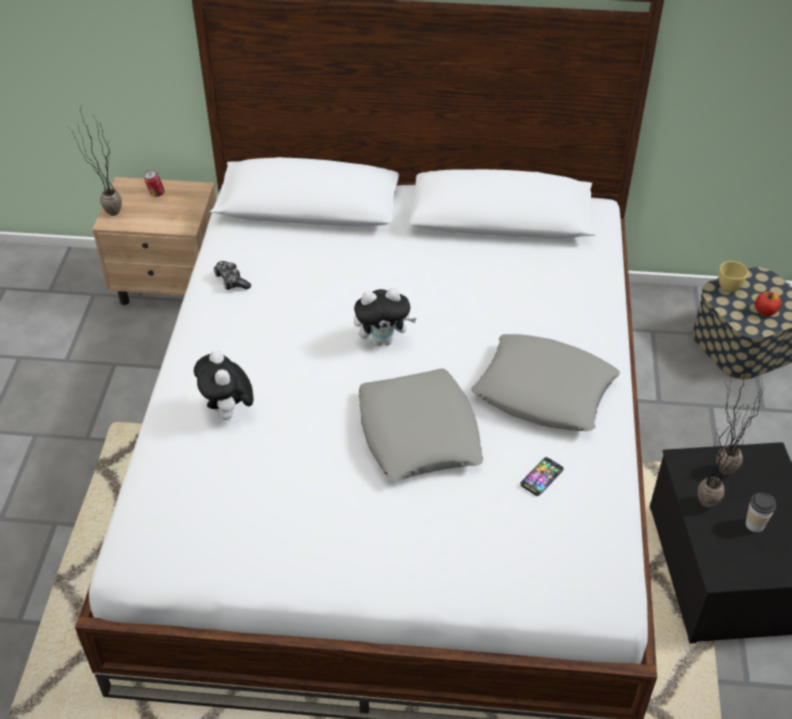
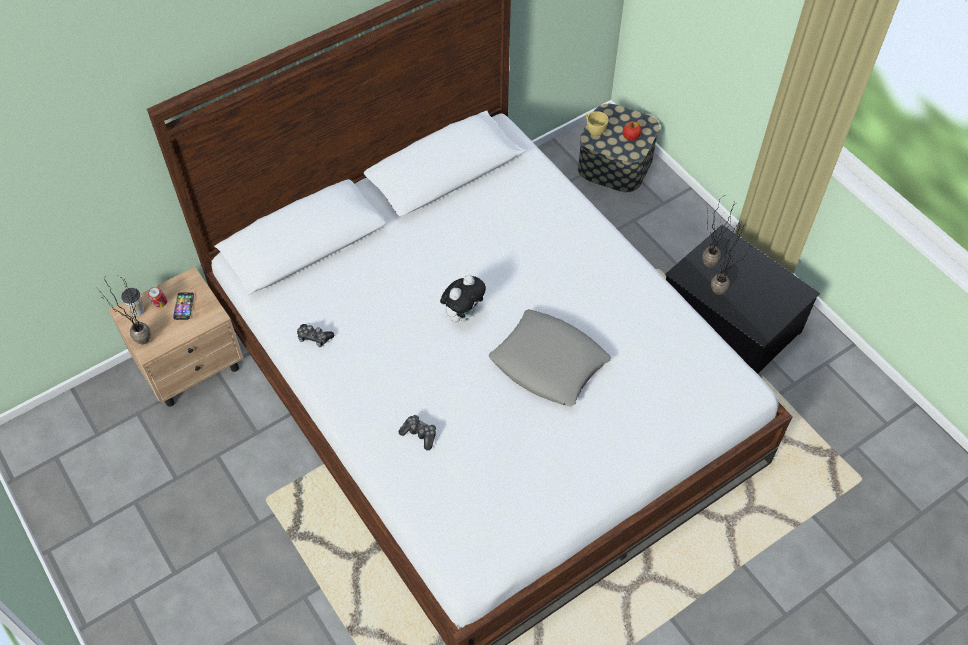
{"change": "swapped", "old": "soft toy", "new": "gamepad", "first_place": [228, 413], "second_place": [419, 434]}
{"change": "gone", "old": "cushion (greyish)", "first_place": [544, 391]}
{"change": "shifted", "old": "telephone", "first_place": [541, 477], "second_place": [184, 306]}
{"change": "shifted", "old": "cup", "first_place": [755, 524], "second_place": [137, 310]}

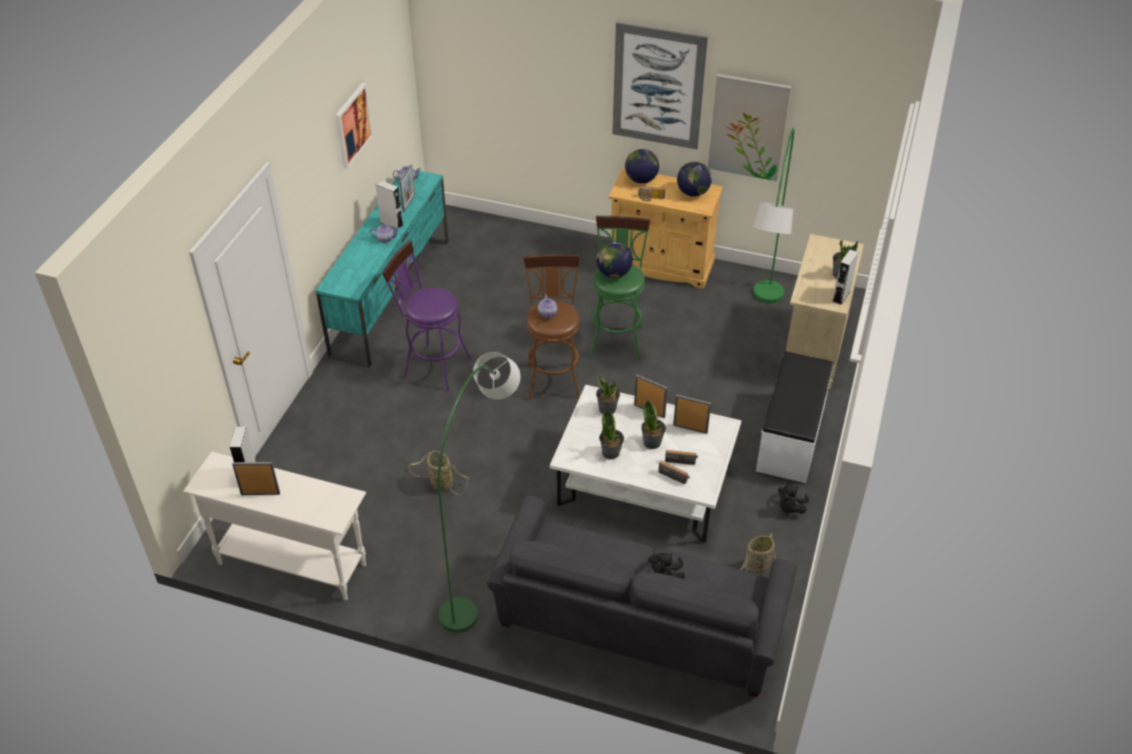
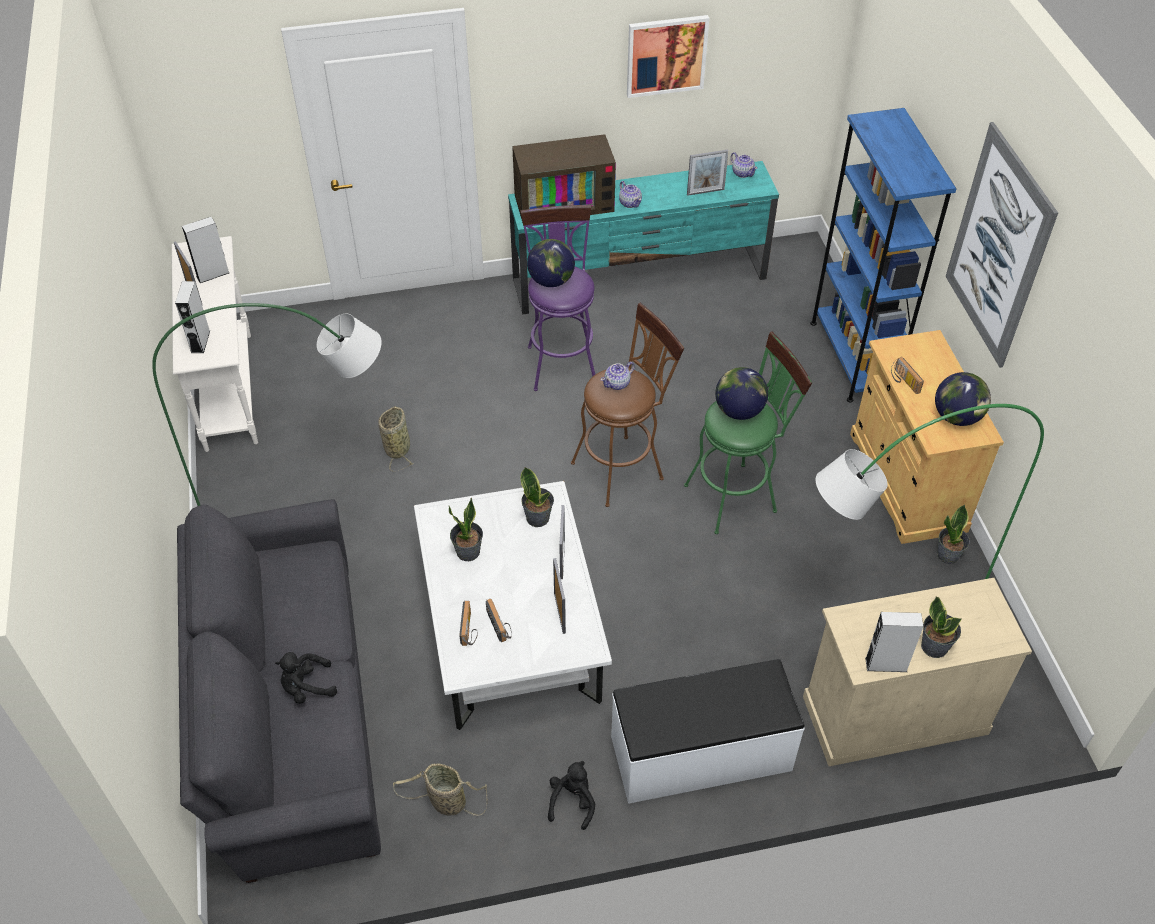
{"change": "shifted", "old": "loudspeaker (greyish)", "first_place": [391, 223], "second_place": [200, 341]}
{"change": "shifted", "old": "desk globe", "first_place": [641, 180], "second_place": [551, 281]}
{"change": "shifted", "old": "plant in a pot", "first_place": [652, 442], "second_place": [948, 555]}
{"change": "gone", "old": "wall art", "first_place": [748, 127]}
{"change": "rotated", "old": "soft toy (black)", "first_place": [790, 507], "second_place": [572, 801], "degrees": 105}
{"change": "new", "new": "TV set", "second_place": [564, 201]}
{"change": "new", "new": "bookshelf (bluish)", "second_place": [852, 357]}

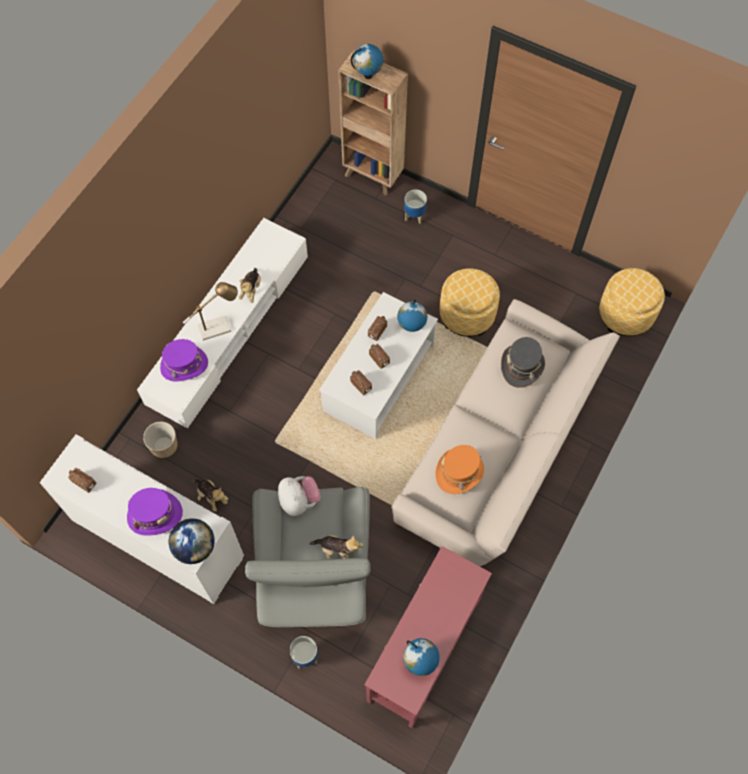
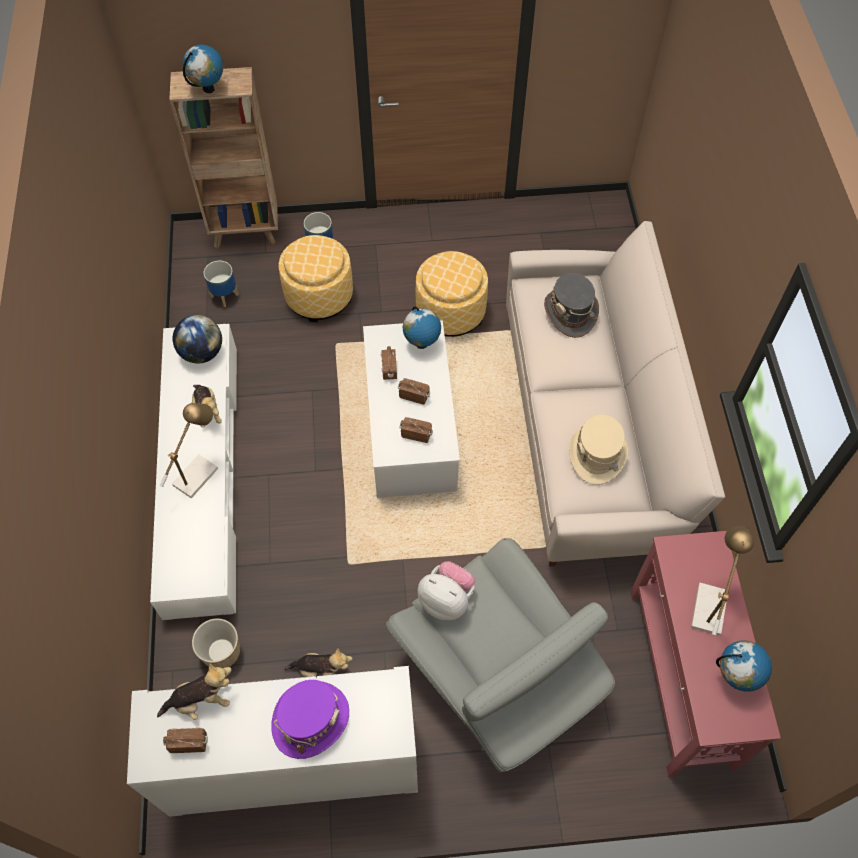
{"change": "gone", "old": "hat (purple)", "first_place": [184, 365]}
{"change": "shifted", "old": "desk globe", "first_place": [195, 547], "second_place": [202, 352]}
{"change": "shifted", "old": "plant pot", "first_place": [305, 657], "second_place": [225, 296]}
{"change": "shifted", "old": "soft toy", "first_place": [337, 551], "second_place": [201, 700]}
{"change": "repainted", "old": "hat (orange-coloured)", "new": "hat (beige-coloured)", "first_place": [459, 472], "second_place": [597, 455]}
{"change": "shifted", "old": "footrest", "first_place": [625, 314], "second_place": [319, 296]}
{"change": "new", "new": "lamp for a table", "second_place": [709, 602]}

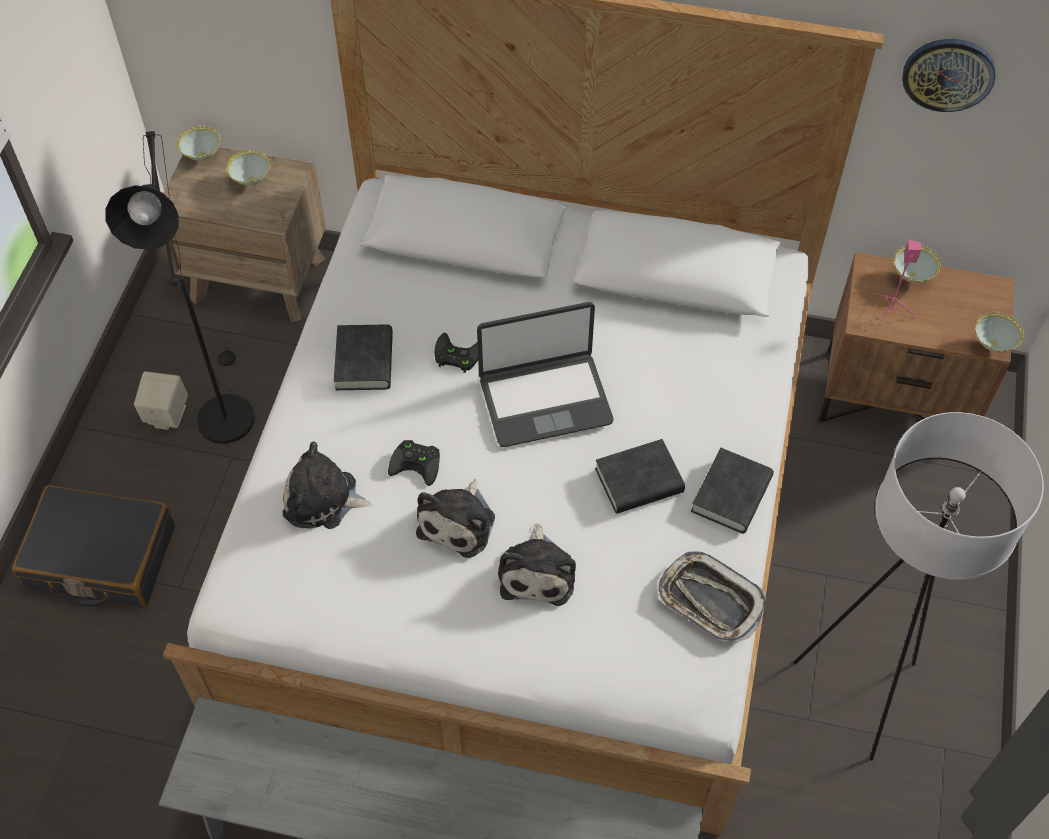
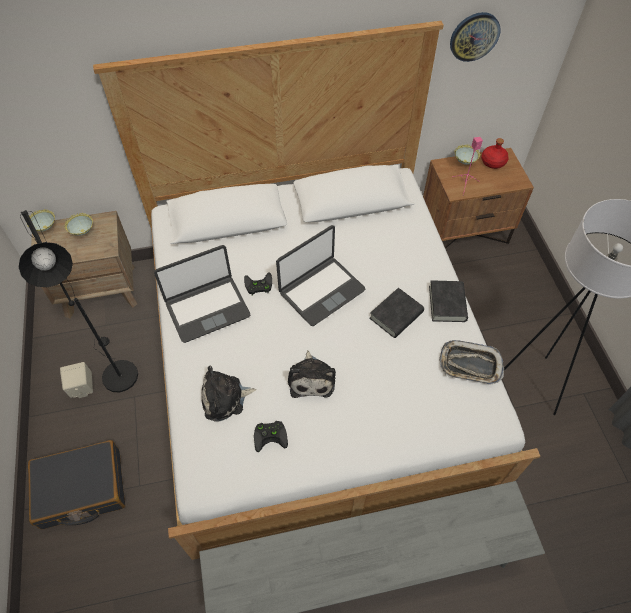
{"change": "swapped", "old": "book (black)", "new": "laptop", "first_place": [364, 362], "second_place": [207, 309]}
{"change": "shifted", "old": "gamepad (black)", "first_place": [418, 463], "second_place": [271, 435]}
{"change": "gone", "old": "soft toy", "first_place": [538, 572]}
{"change": "gone", "old": "bowl", "first_place": [992, 346]}
{"change": "new", "new": "drink bottle (red)", "second_place": [493, 162]}

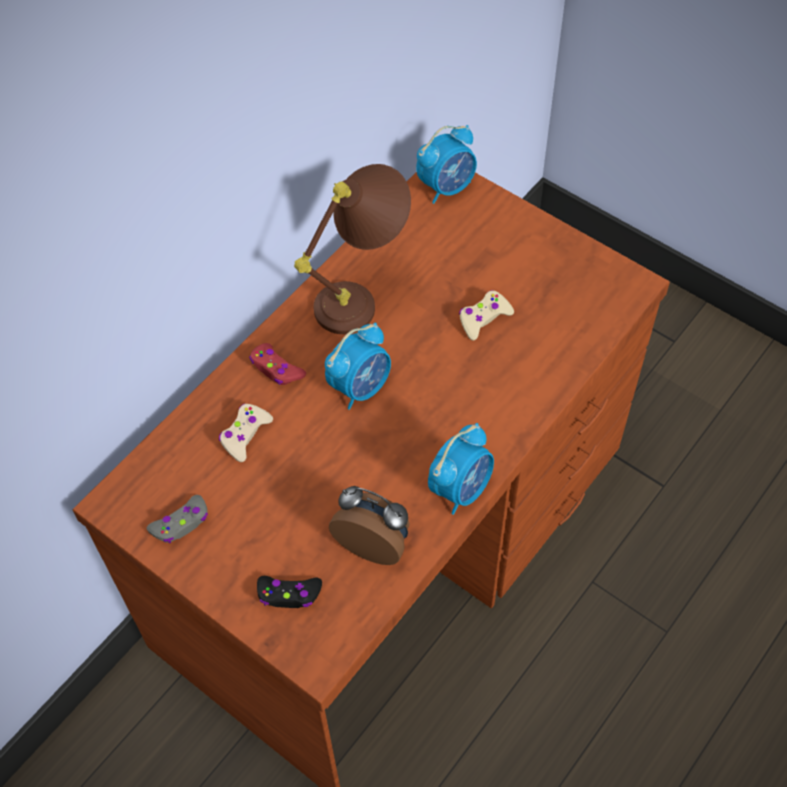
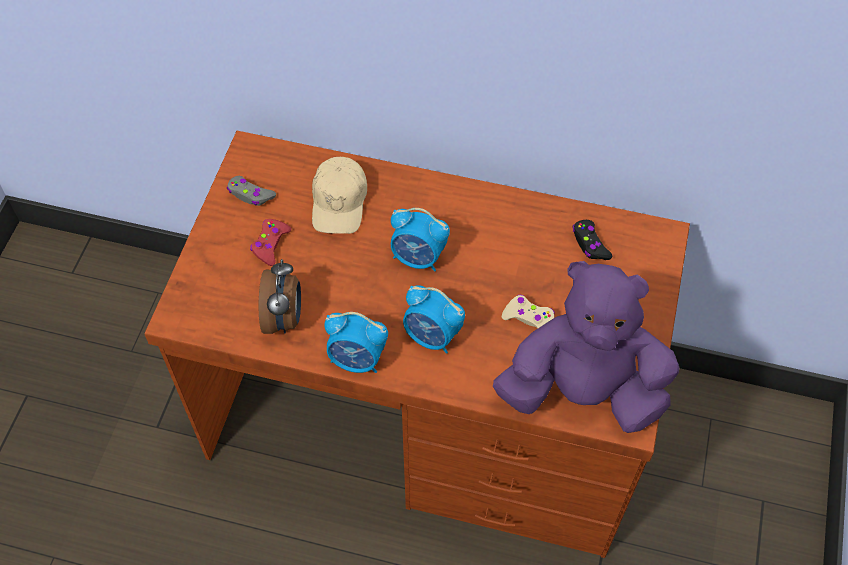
{"change": "swapped", "old": "gamepad (beige-coloured)", "new": "peaked cap (beige-coloured)", "first_place": [245, 435], "second_place": [339, 202]}
{"change": "shifted", "old": "gamepad (red)", "first_place": [276, 369], "second_place": [270, 245]}
{"change": "shifted", "old": "gamepad (black)", "first_place": [289, 594], "second_place": [590, 244]}
{"change": "gone", "old": "lamp for a table (brown)", "first_place": [363, 297]}
{"change": "shifted", "old": "table clock", "first_place": [447, 186], "second_place": [432, 336]}
{"change": "new", "new": "soft toy (purple)", "second_place": [583, 391]}

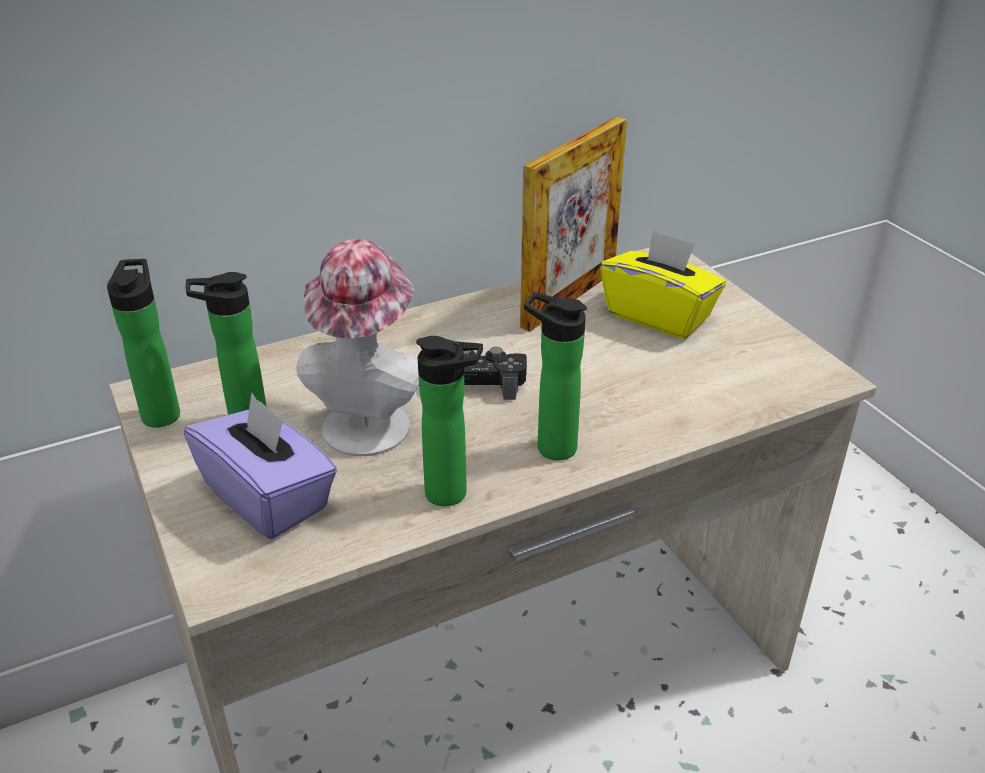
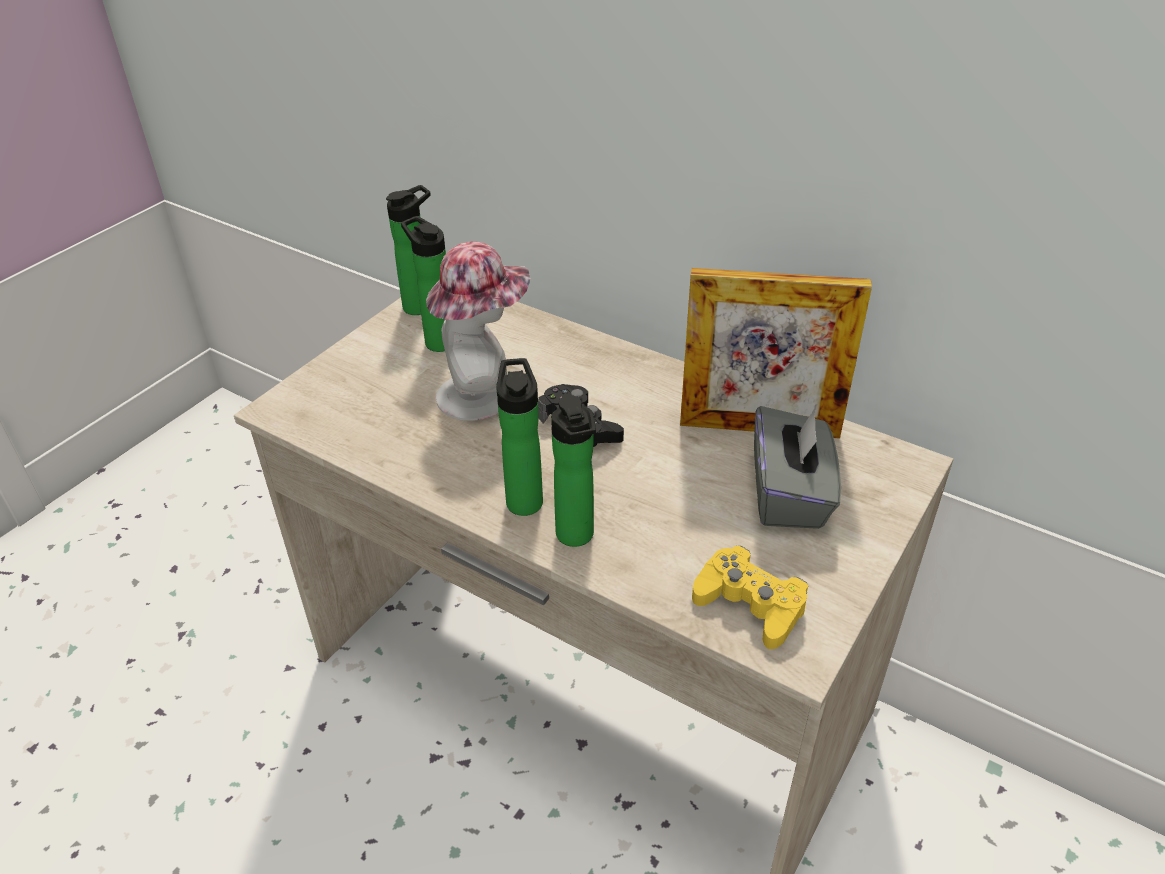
{"change": "gone", "old": "tissue holder (purple)", "first_place": [269, 497]}
{"change": "shifted", "old": "drink bottle", "first_place": [452, 494], "second_place": [576, 538]}
{"change": "repainted", "old": "tissue holder (yellow)", "new": "tissue holder (greyish)", "first_place": [659, 315], "second_place": [789, 494]}
{"change": "new", "new": "gamepad (yellow)", "second_place": [750, 604]}

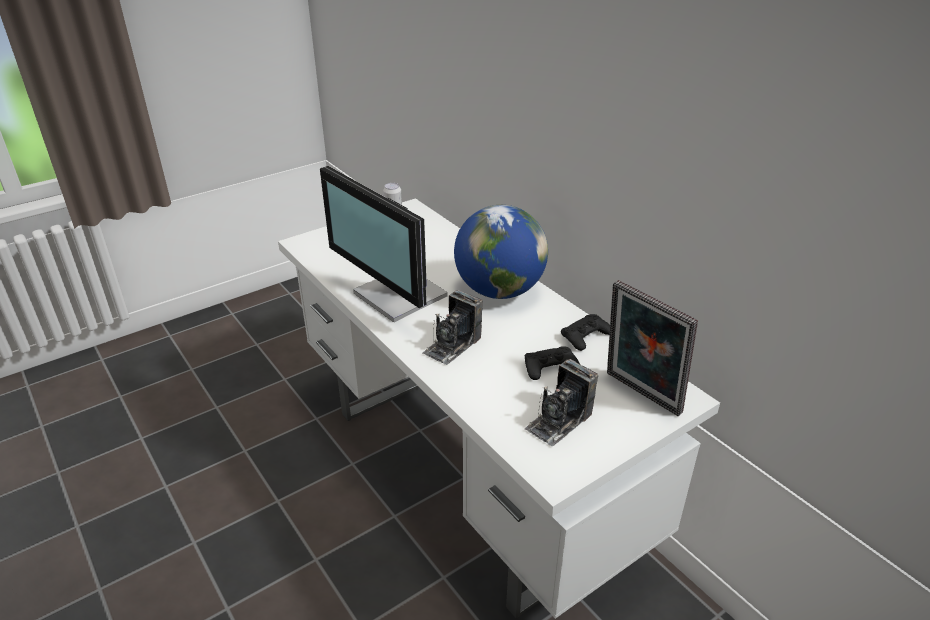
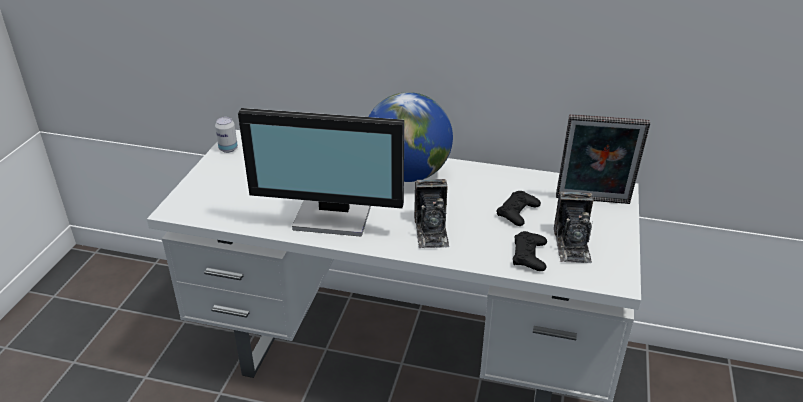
{"change": "shifted", "old": "gamepad (black)", "first_place": [585, 336], "second_place": [529, 255]}

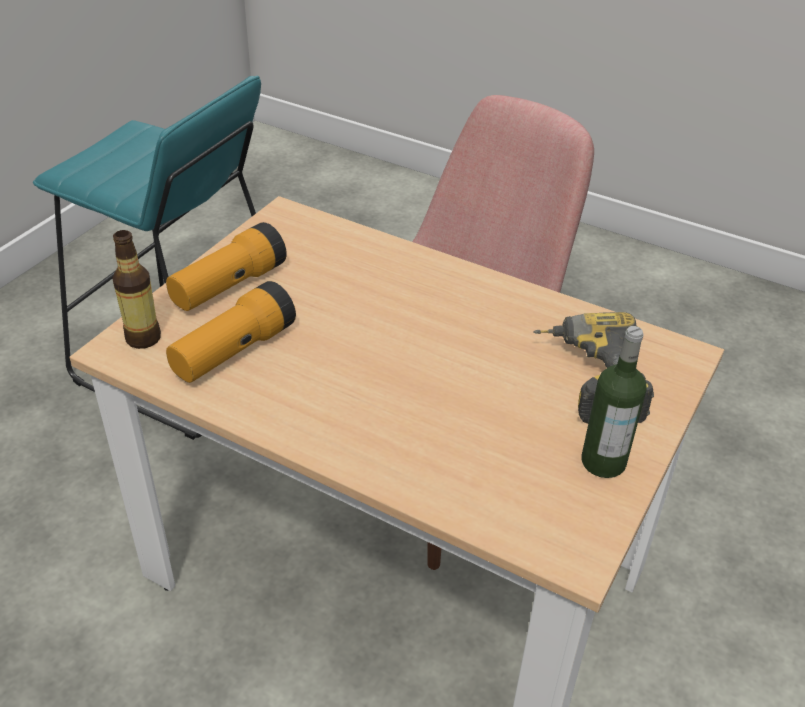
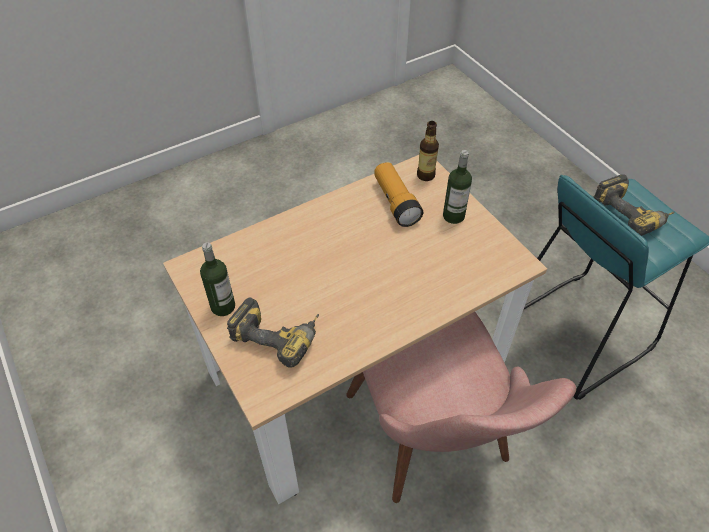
{"change": "swapped", "old": "torch", "new": "drink bottle", "first_place": [229, 286], "second_place": [453, 216]}
{"change": "new", "new": "drill", "second_place": [632, 213]}

